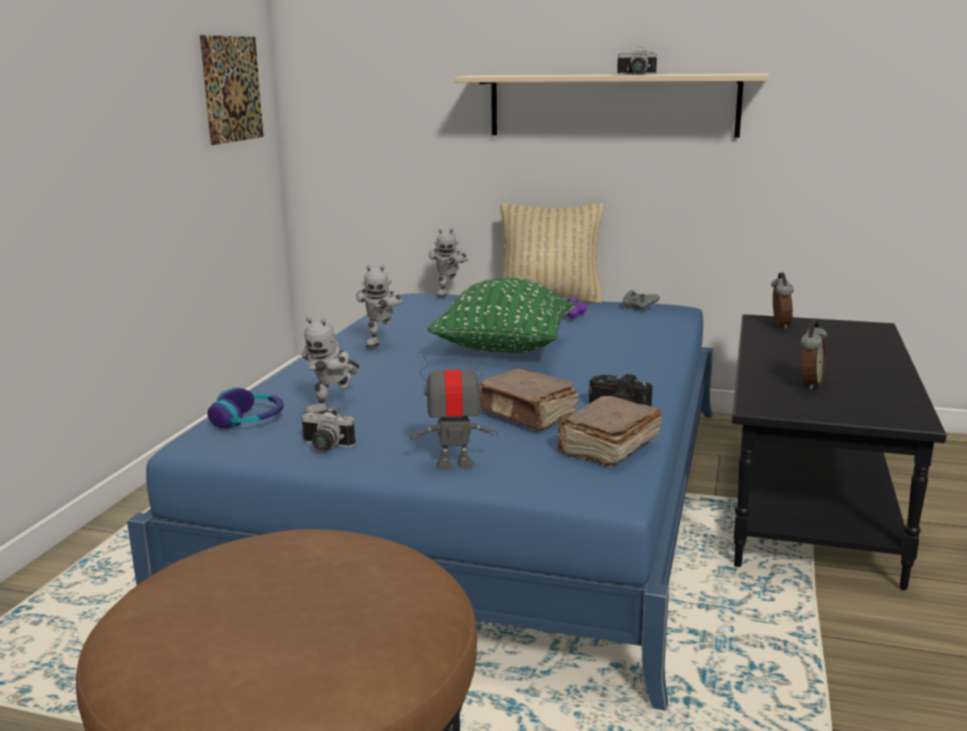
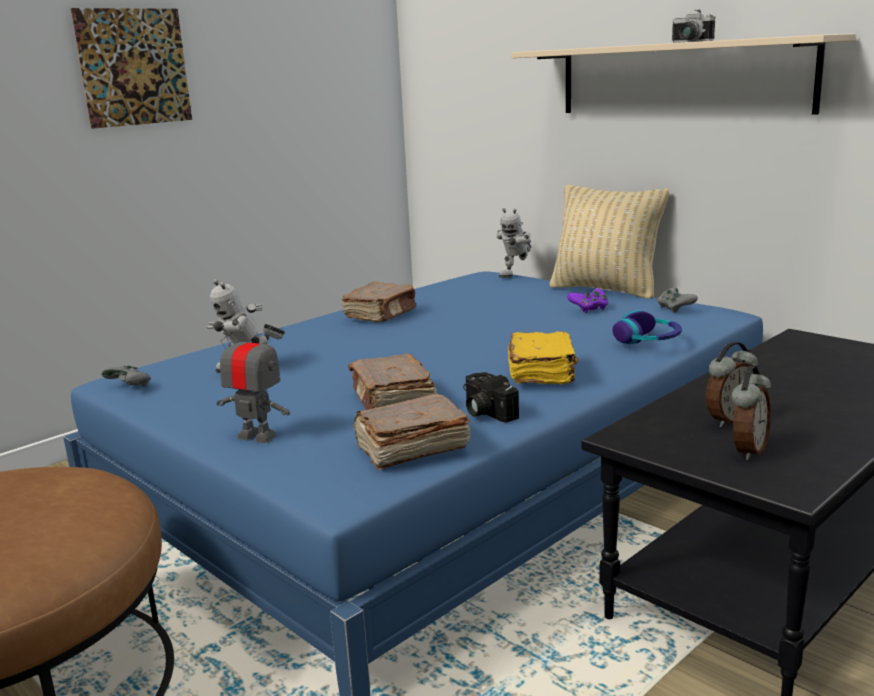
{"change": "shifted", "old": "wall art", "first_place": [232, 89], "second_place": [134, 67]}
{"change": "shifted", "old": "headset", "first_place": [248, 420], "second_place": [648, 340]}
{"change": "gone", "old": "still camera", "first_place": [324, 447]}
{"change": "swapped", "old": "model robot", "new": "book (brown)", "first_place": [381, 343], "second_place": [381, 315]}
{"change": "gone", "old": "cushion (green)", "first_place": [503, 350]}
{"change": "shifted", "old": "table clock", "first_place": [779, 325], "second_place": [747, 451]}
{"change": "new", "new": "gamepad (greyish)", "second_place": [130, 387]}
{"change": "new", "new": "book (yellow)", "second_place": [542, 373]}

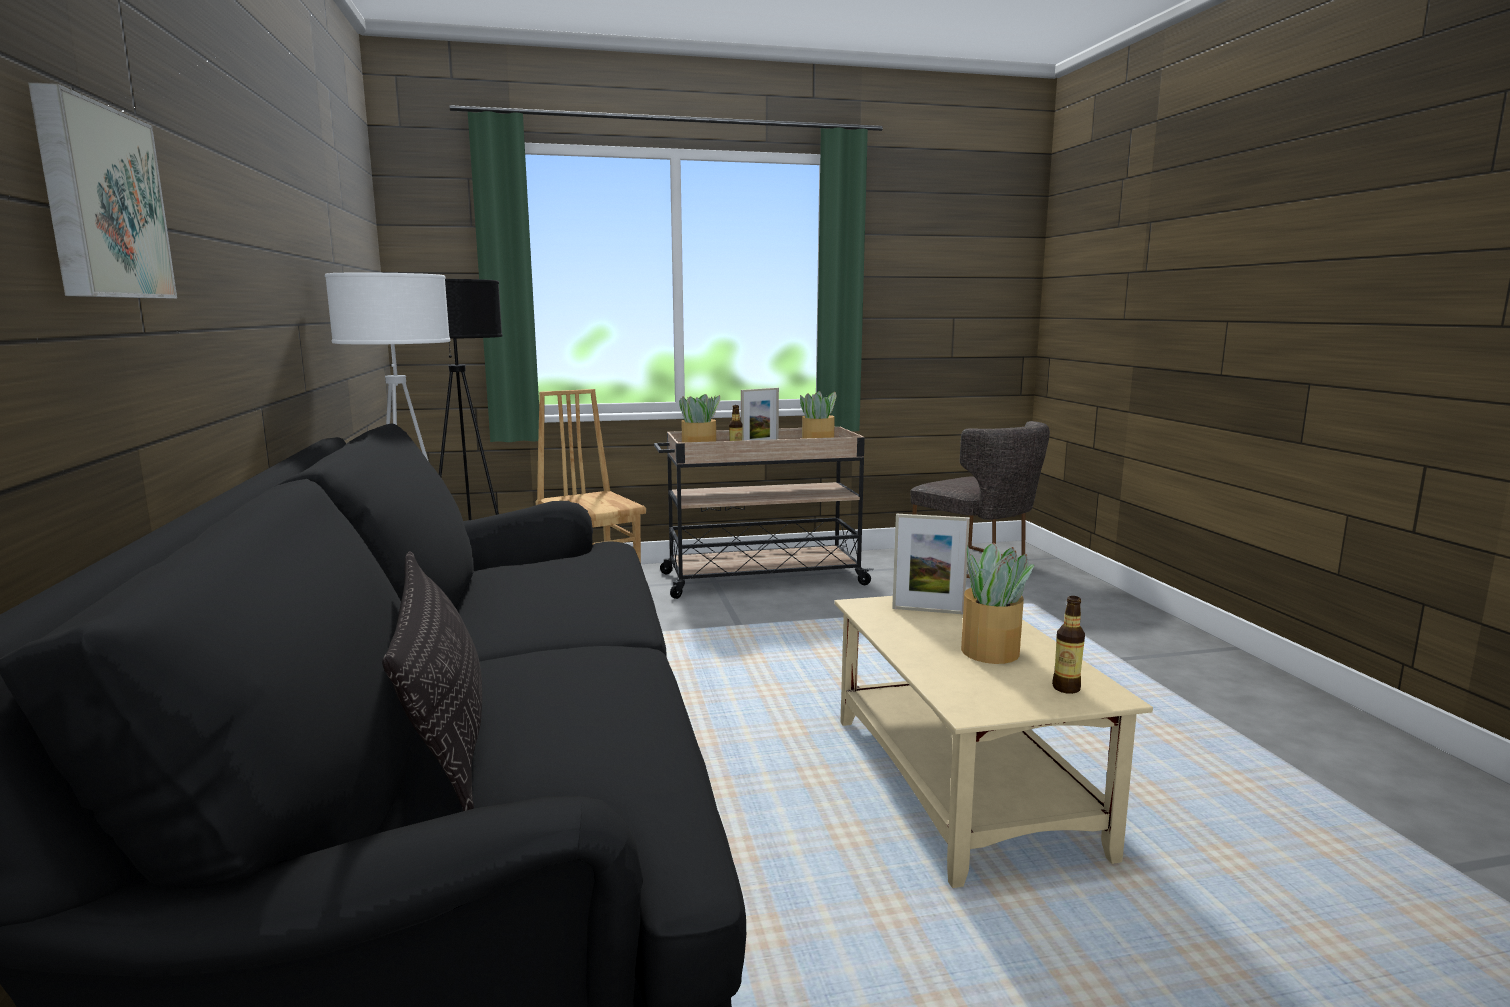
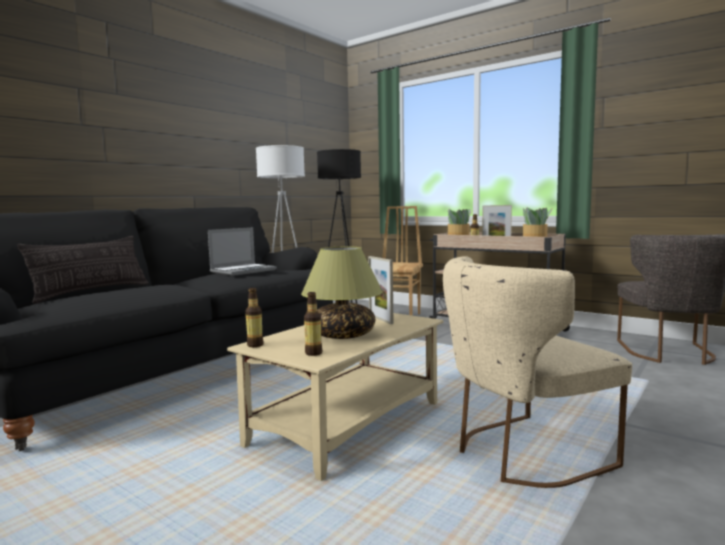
{"change": "gone", "old": "wall art", "first_place": [99, 203]}
{"change": "swapped", "old": "plant in a pot", "new": "lamp for a table", "first_place": [990, 650], "second_place": [343, 335]}
{"change": "new", "new": "laptop", "second_place": [243, 271]}
{"change": "new", "new": "drink bottle", "second_place": [255, 345]}
{"change": "new", "new": "plain chair (beige-coloured)", "second_place": [521, 454]}

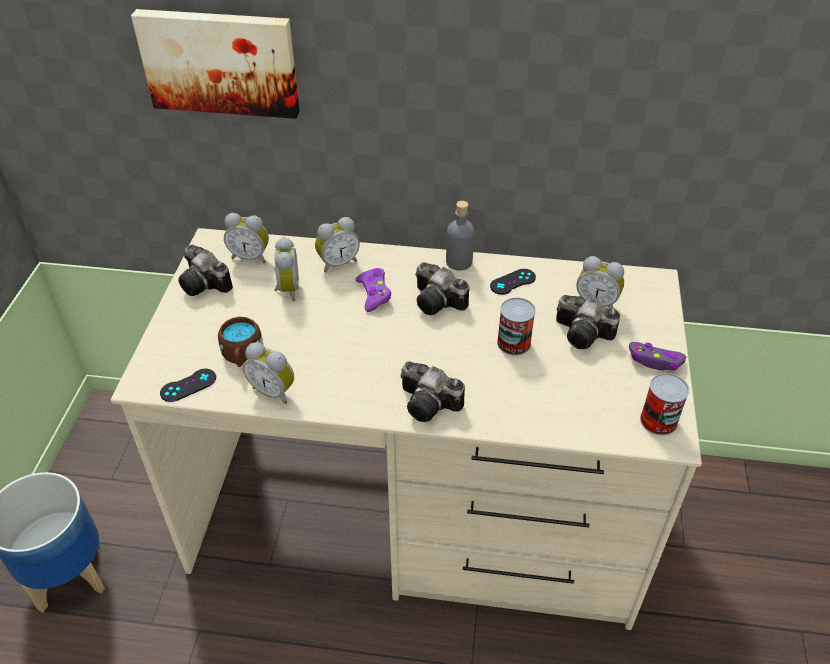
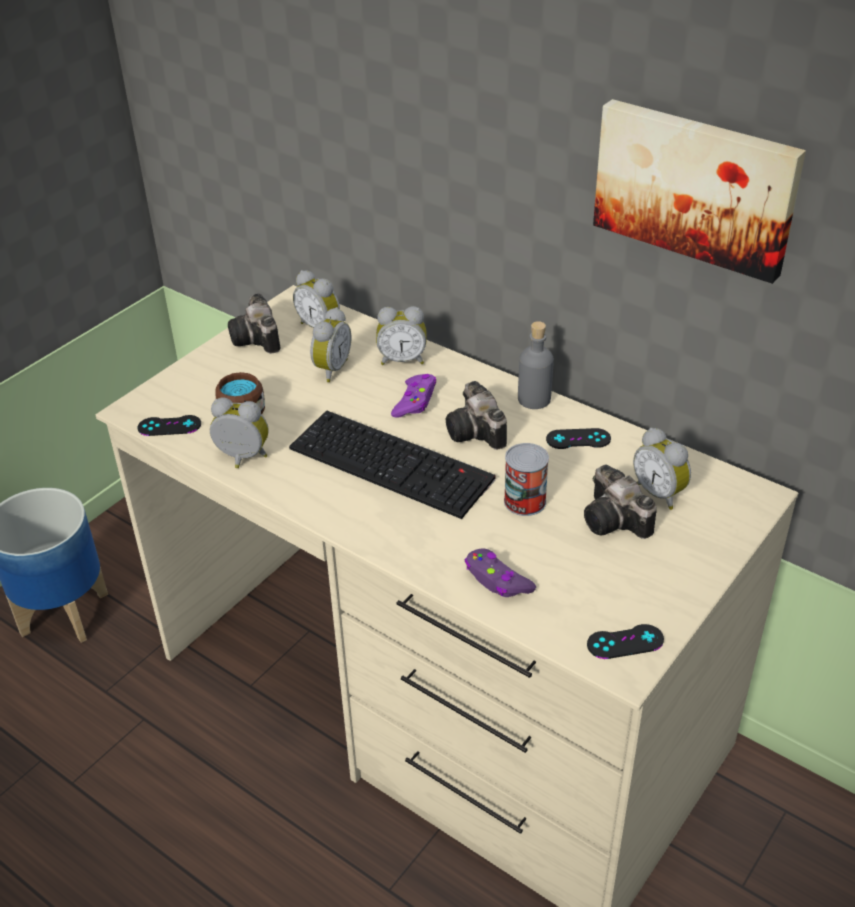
{"change": "shifted", "old": "wall art", "first_place": [220, 61], "second_place": [696, 186]}
{"change": "rotated", "old": "table clock", "first_place": [274, 391], "second_place": [242, 459], "degrees": 135}
{"change": "gone", "old": "still camera", "first_place": [431, 404]}
{"change": "shifted", "old": "gamepad (purple)", "first_place": [655, 361], "second_place": [497, 580]}
{"change": "swapped", "old": "sealed can", "new": "gamepad (black)", "first_place": [658, 420], "second_place": [625, 642]}
{"change": "new", "new": "PC keyboard", "second_place": [394, 463]}

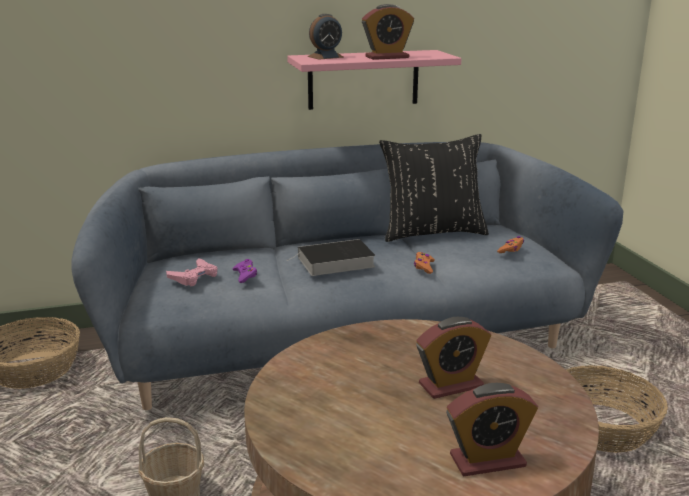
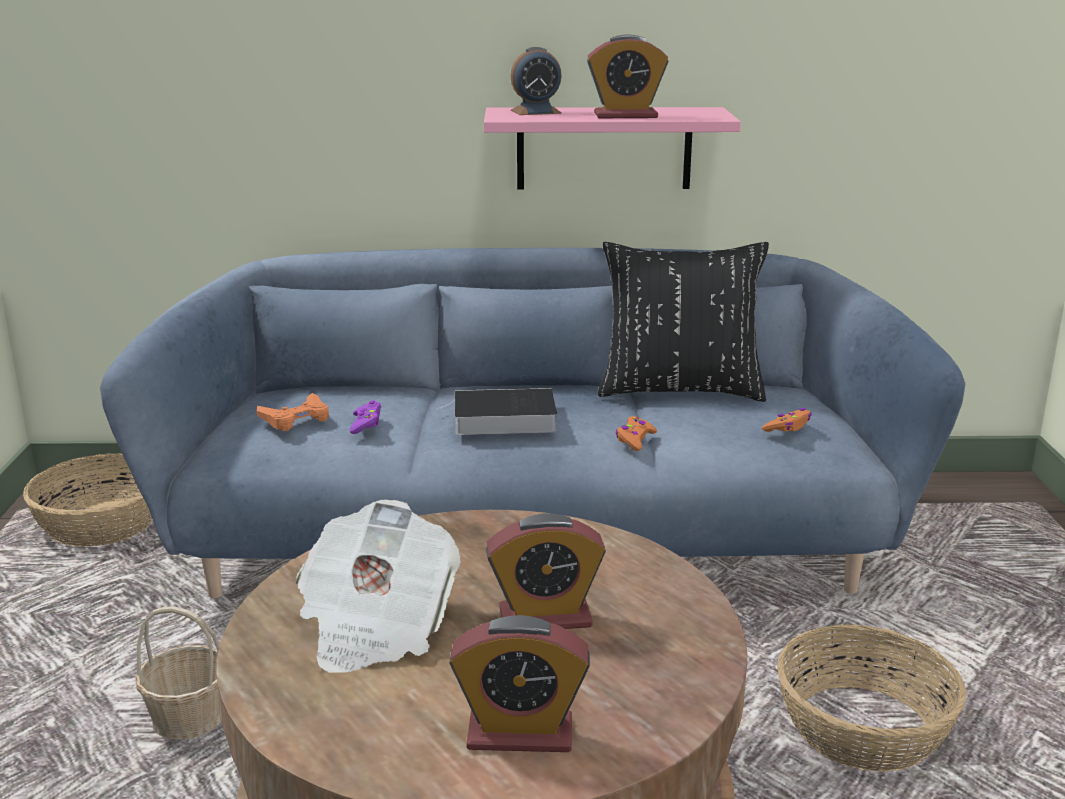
{"change": "repainted", "old": "gamepad (pink)", "new": "gamepad (orange-coloured)", "first_place": [194, 277], "second_place": [296, 419]}
{"change": "new", "new": "newspaper", "second_place": [376, 625]}

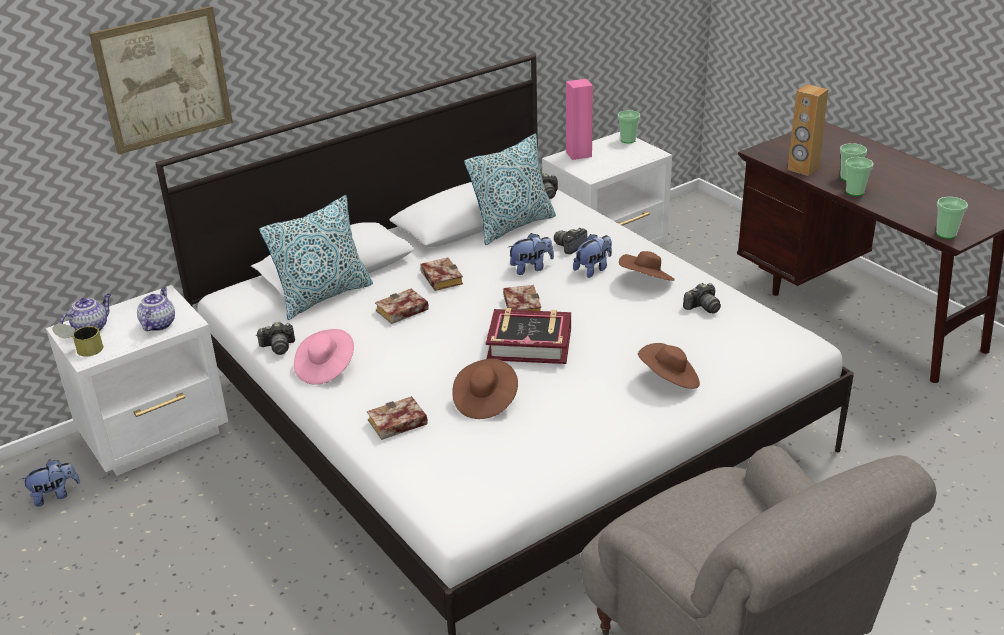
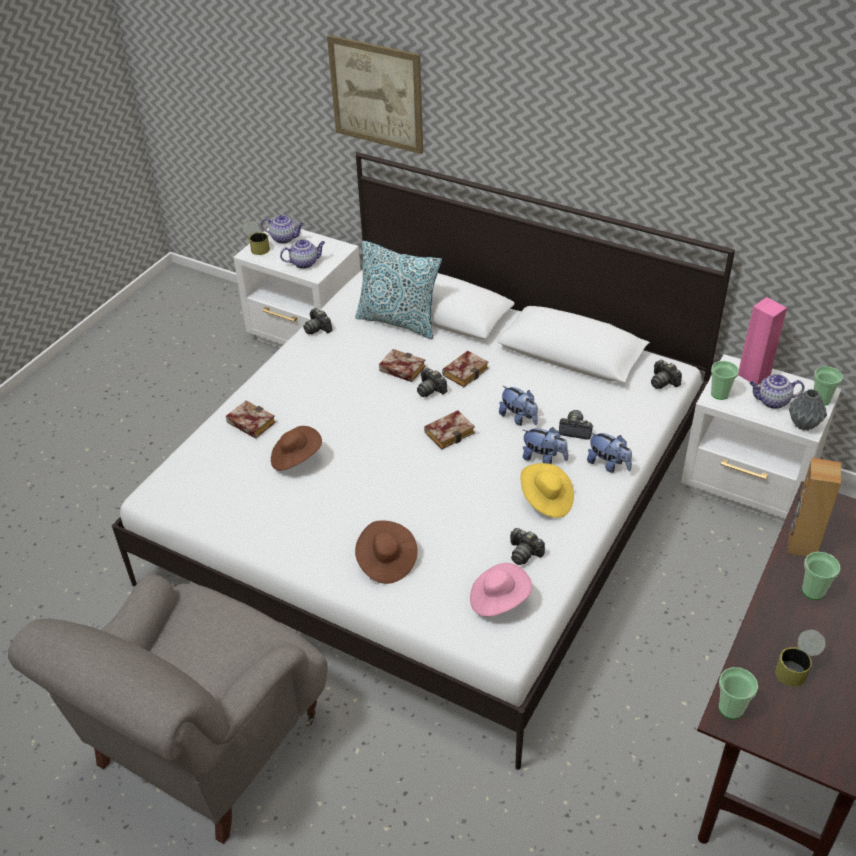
{"change": "shifted", "old": "soft toy", "first_place": [55, 495], "second_place": [608, 464]}
{"change": "shifted", "old": "hat (pink)", "first_place": [325, 368], "second_place": [498, 600]}
{"change": "gone", "old": "cushion", "first_place": [513, 225]}
{"change": "gone", "old": "book", "first_place": [529, 344]}
{"change": "repainted", "old": "hat (brown)", "new": "hat (yellow)", "first_place": [646, 281], "second_place": [546, 500]}
{"change": "shifted", "old": "cup", "first_place": [855, 192], "second_place": [720, 394]}
{"change": "new", "new": "still camera", "second_place": [431, 389]}
{"change": "new", "new": "teapot", "second_place": [772, 401]}
{"change": "new", "new": "sealed can", "second_place": [797, 668]}
{"change": "new", "new": "vase (greyish)", "second_place": [804, 424]}

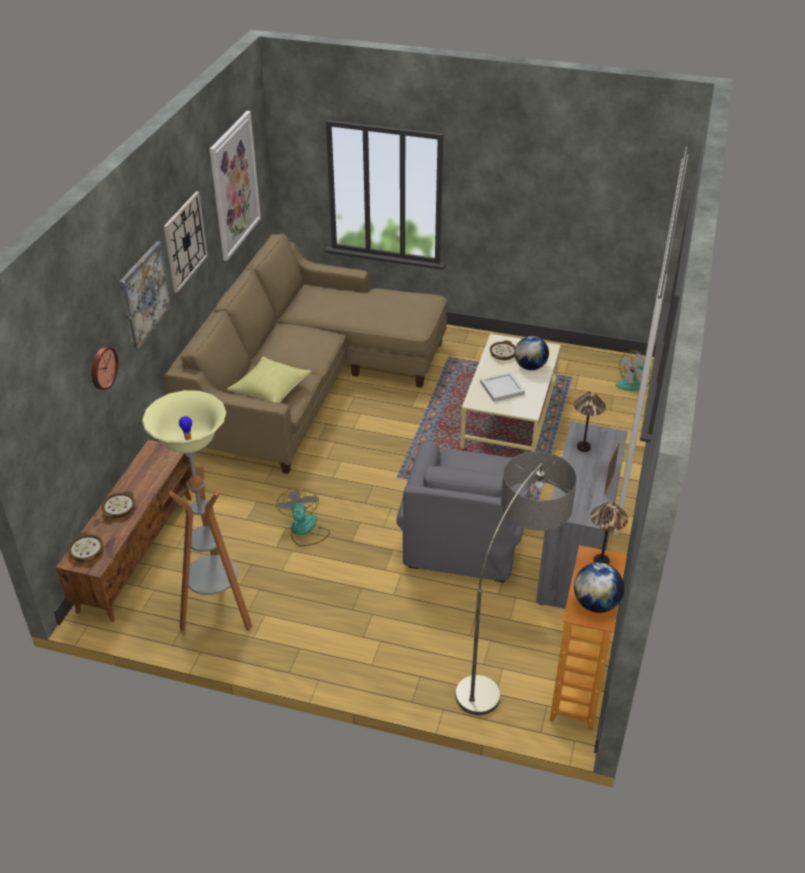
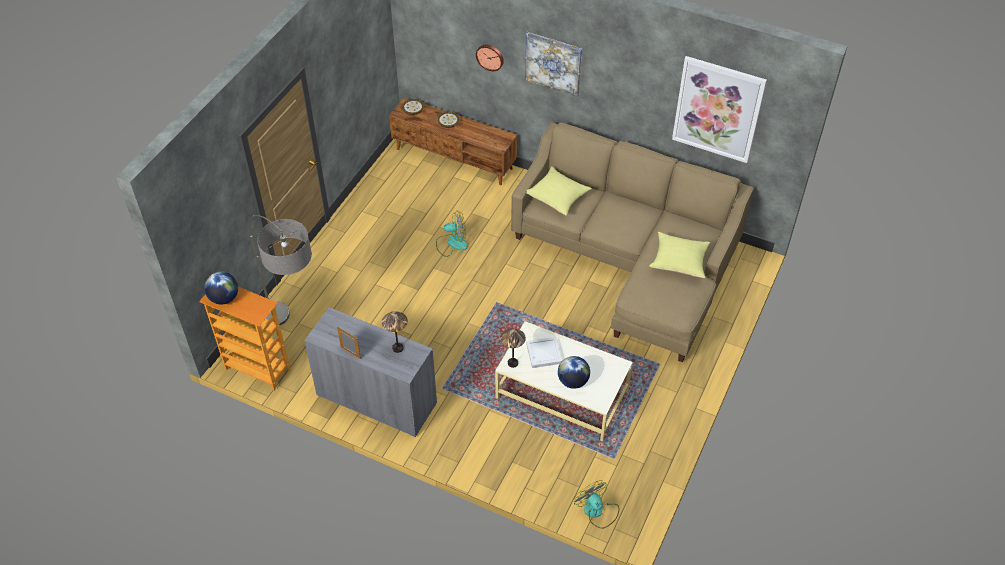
{"change": "gone", "old": "floor lamp", "first_place": [218, 613]}
{"change": "gone", "old": "hanging clock", "first_place": [185, 241]}
{"change": "gone", "old": "lounge chair (greyish)", "first_place": [465, 532]}
{"change": "gone", "old": "bowl", "first_place": [503, 353]}
{"change": "shifted", "old": "lamp for a table", "first_place": [601, 562], "second_place": [512, 363]}
{"change": "new", "new": "cushion (yellow)", "second_place": [679, 262]}

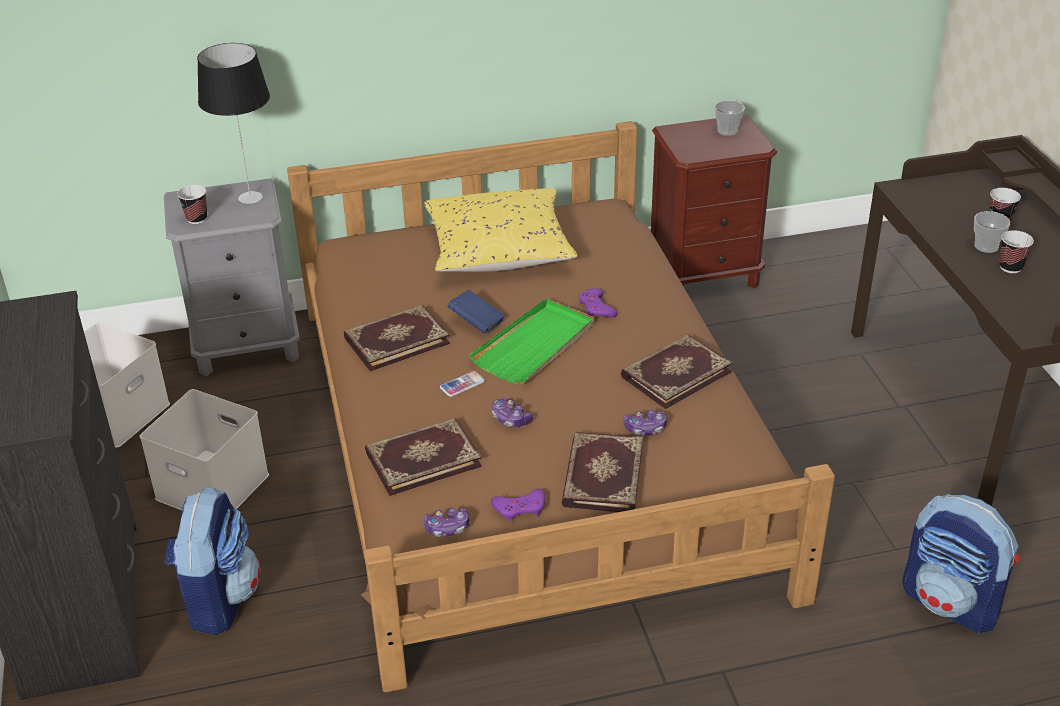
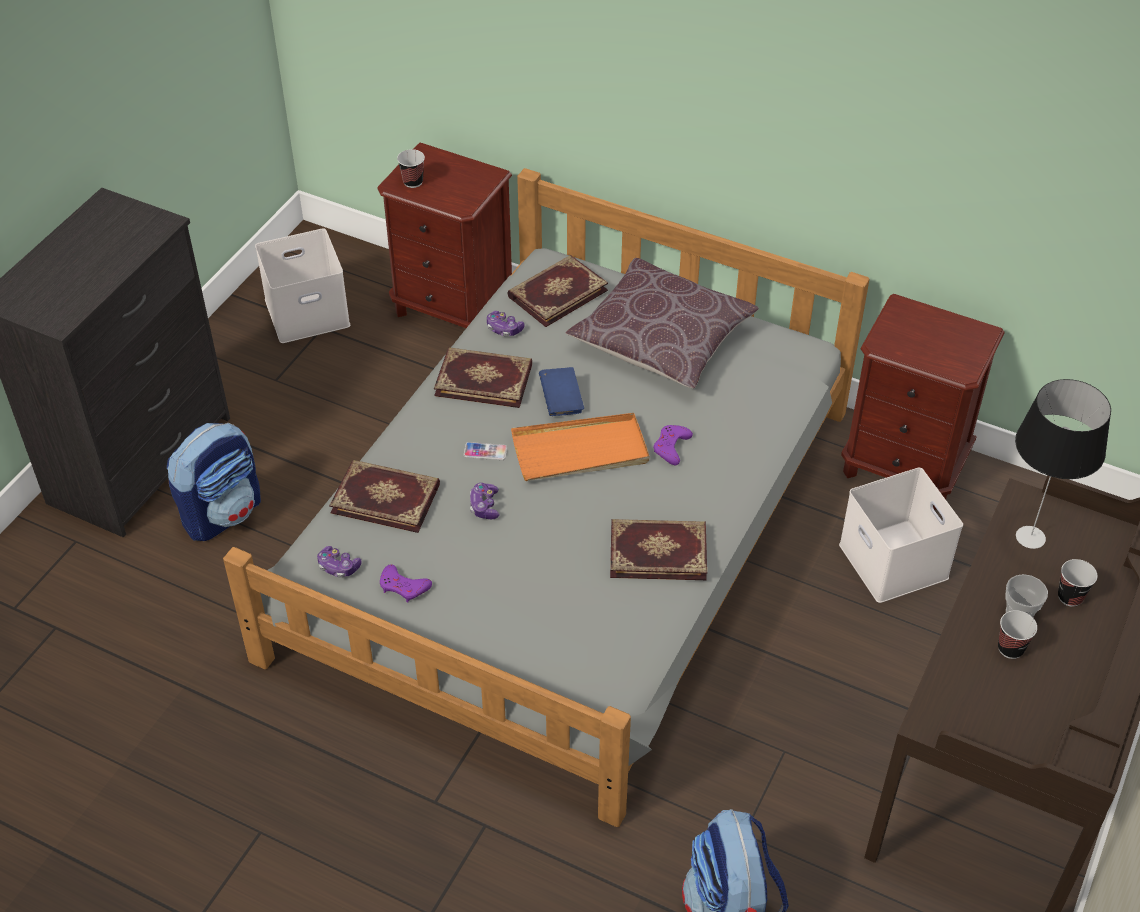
{"change": "shifted", "old": "storage bin (white-coloured)", "first_place": [215, 486], "second_place": [896, 562]}
{"change": "repainted", "old": "nightstand (greyish)", "new": "nightstand (brown)", "first_place": [247, 347], "second_place": [452, 307]}
{"change": "shifted", "old": "lamp for a table", "first_place": [251, 198], "second_place": [1031, 538]}
{"change": "repainted", "old": "bed (brown)", "new": "bed (greyish)", "first_place": [530, 441], "second_place": [567, 532]}
{"change": "repainted", "old": "cushion (yellow)", "new": "cushion (brown)", "first_place": [499, 249], "second_place": [661, 339]}
{"change": "repainted", "old": "tray (green)", "new": "tray (orange-coloured)", "first_place": [535, 345], "second_place": [580, 451]}
{"change": "shifted", "old": "book", "first_place": [601, 475], "second_place": [556, 293]}
{"change": "shifted", "old": "gamepad", "first_place": [645, 428], "second_place": [504, 329]}
{"change": "gone", "old": "cup", "first_place": [727, 131]}

